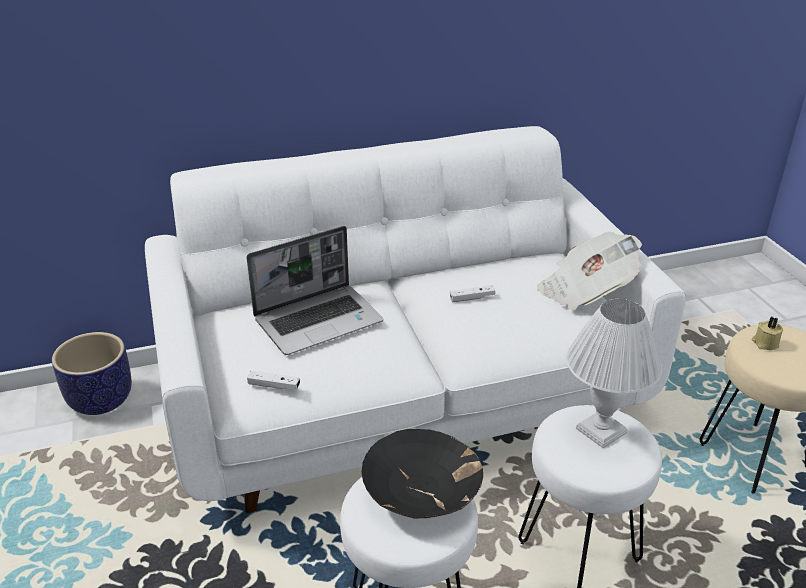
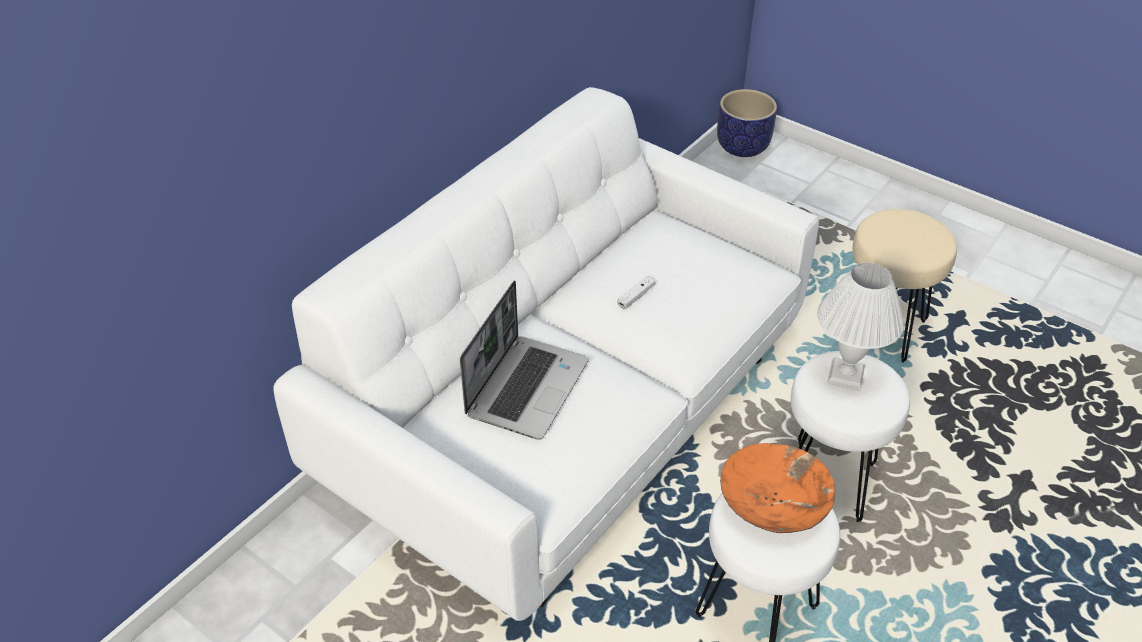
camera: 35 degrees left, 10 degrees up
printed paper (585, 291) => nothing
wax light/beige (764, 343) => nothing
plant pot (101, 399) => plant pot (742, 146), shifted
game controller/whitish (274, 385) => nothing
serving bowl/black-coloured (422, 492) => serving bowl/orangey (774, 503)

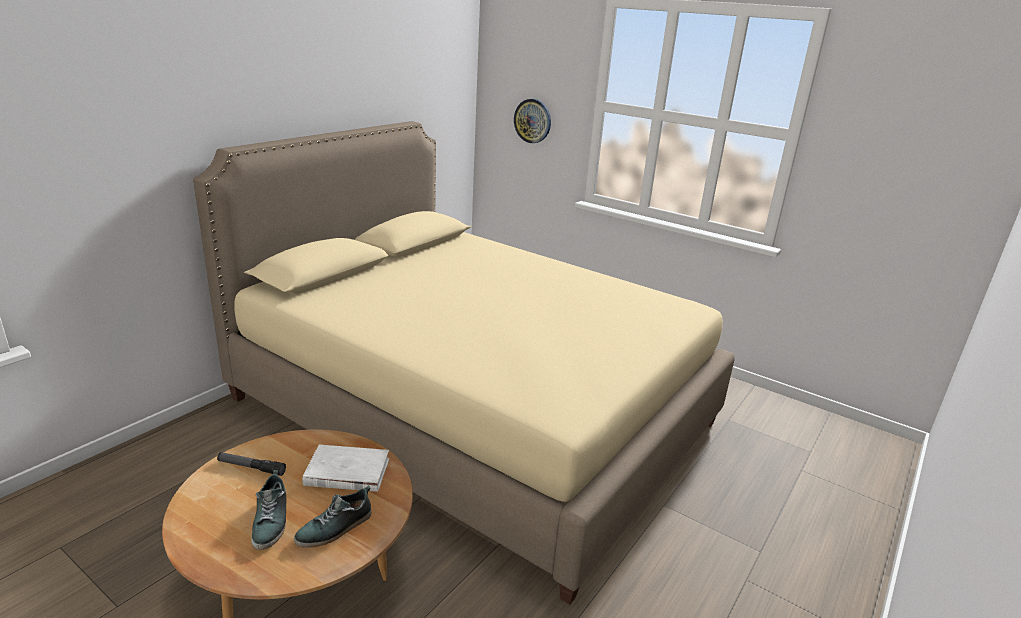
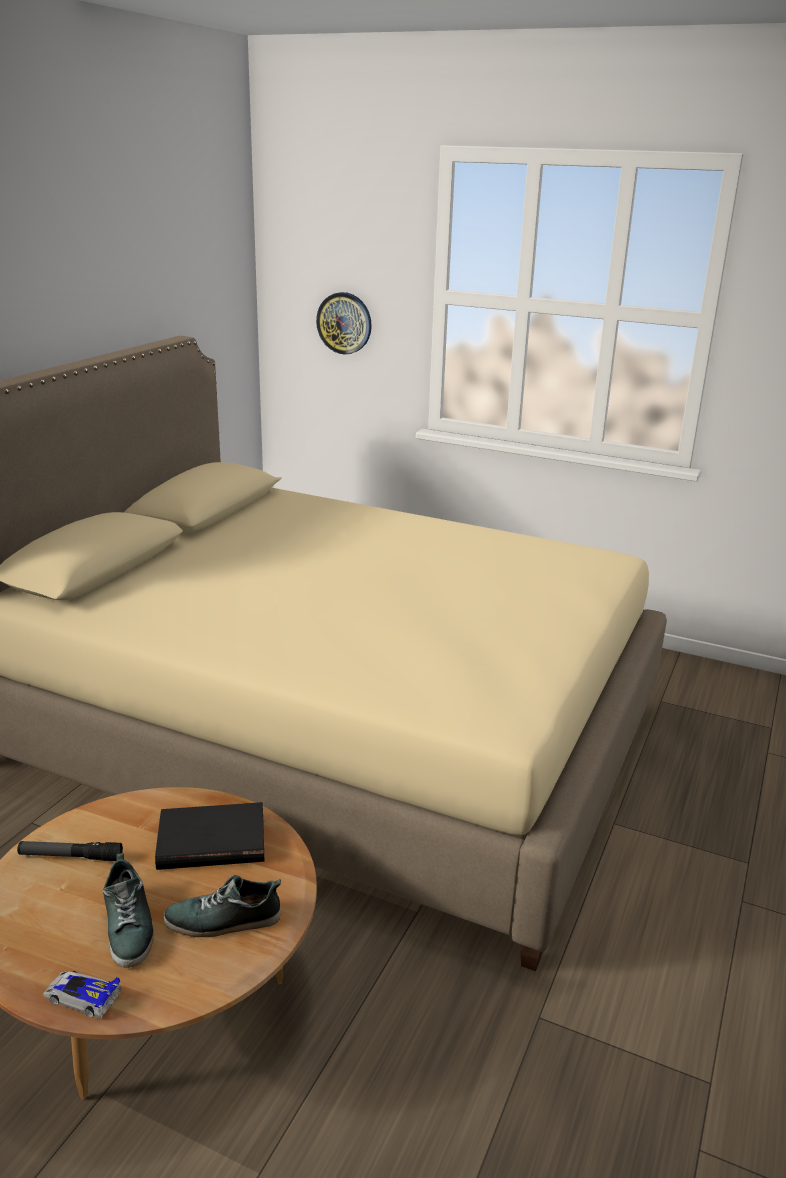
camera: 10 degrees left, 0 degrees up
bound book/whitish (347, 472) => bound book/black-coloured (210, 842)
item of footwear (335, 528) => item of footwear (223, 920), 45 degrees clockwise
nothing => toy car (81, 996)

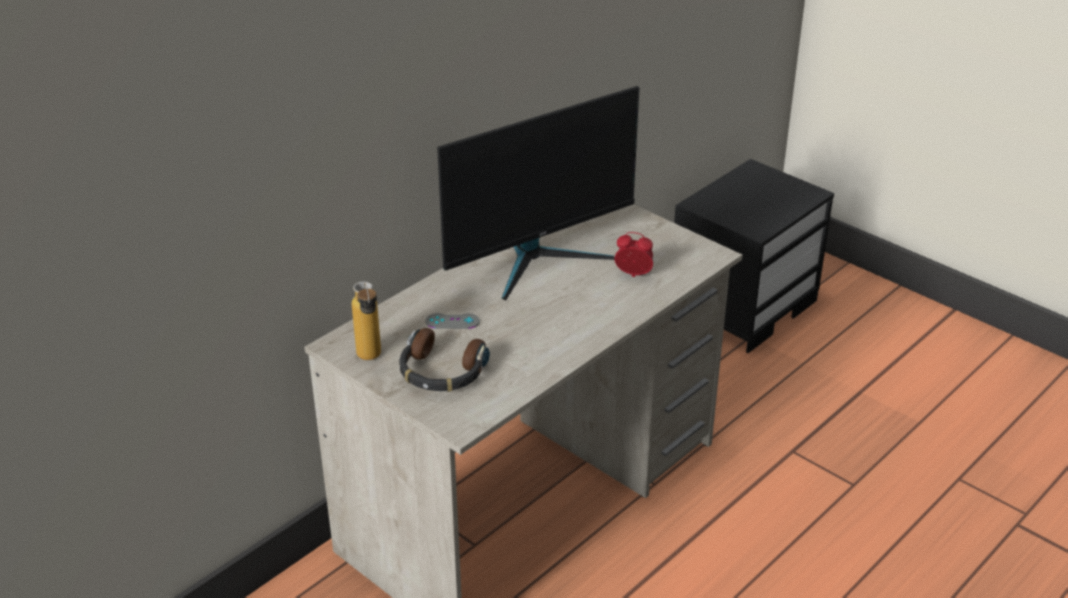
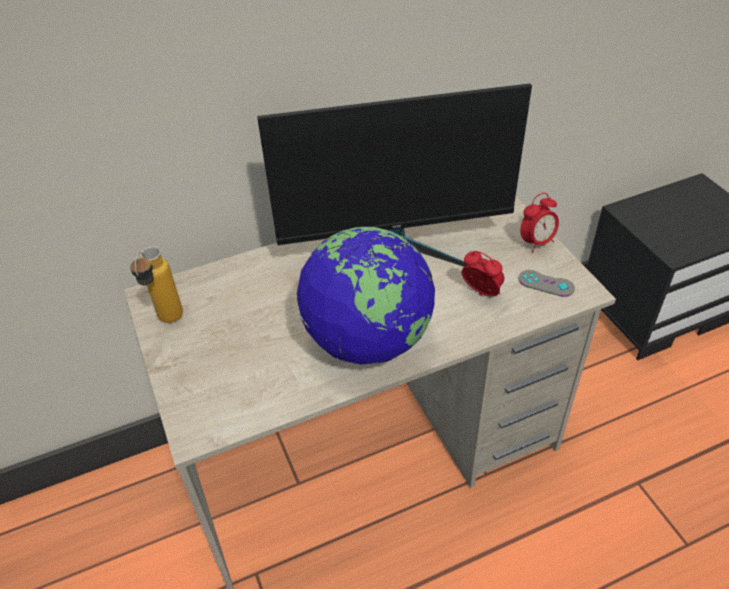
camera: 25 degrees right, 10 degrees up
game controller/grey (452, 321) => game controller/grey (546, 283), shifted
pair of headphones (441, 372) => nothing
nothing => table clock (536, 242)
nothing => globe (368, 340)

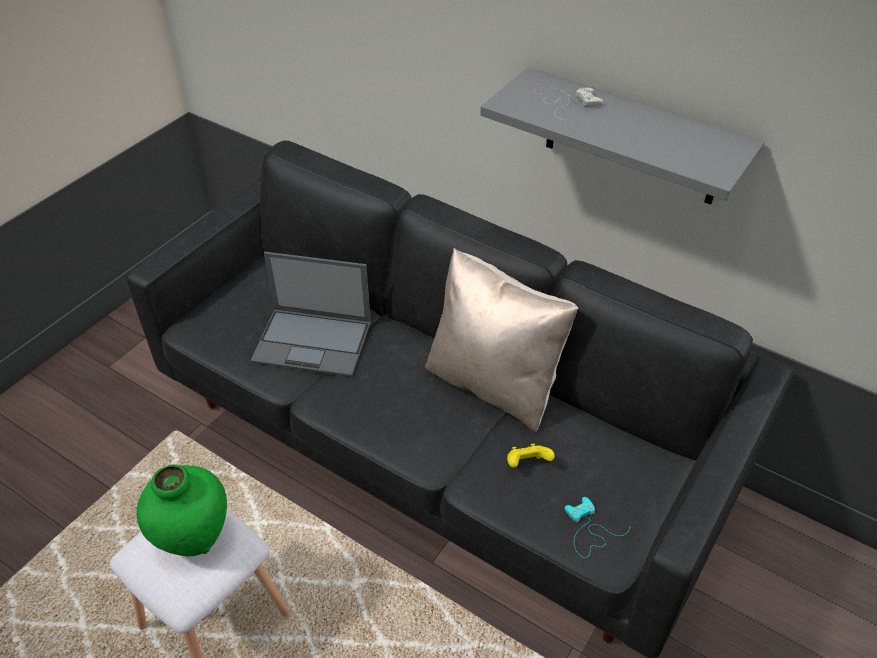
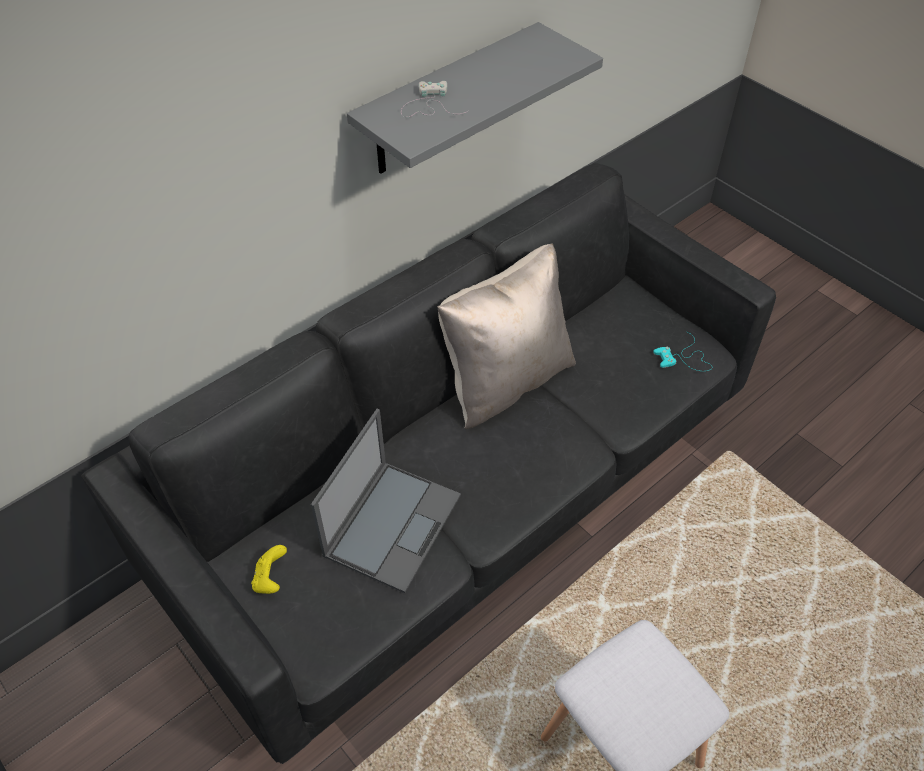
camera: 75 degrees left, 5 degrees up
game controller/yellowish (527, 464) => game controller/yellowish (271, 579), shifted
vase/green-coloured (194, 537) => nothing

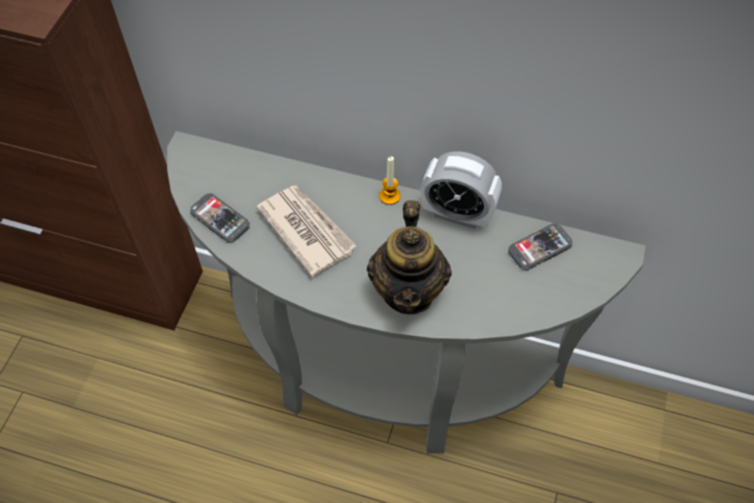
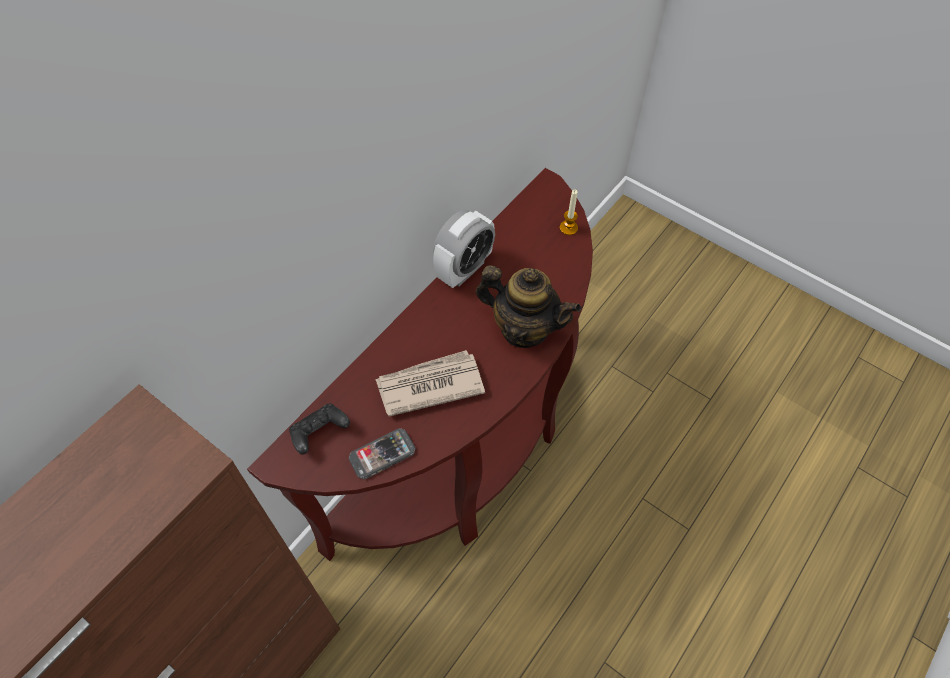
camera: 70 degrees left, 0 degrees up
narrow table/grey (380, 373) => narrow table/brown-coloured (465, 454)
wax light (390, 196) => wax light (568, 228), shifted
handset (539, 248) => nothing
nothing => game controller/black-coloured (319, 433)

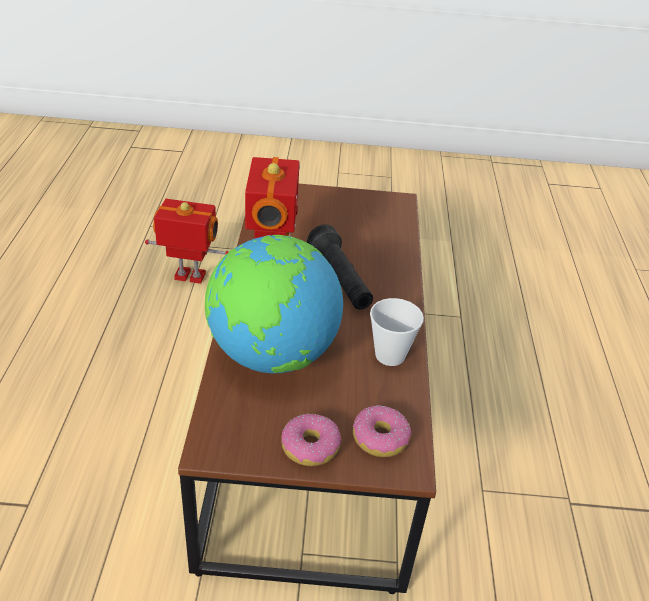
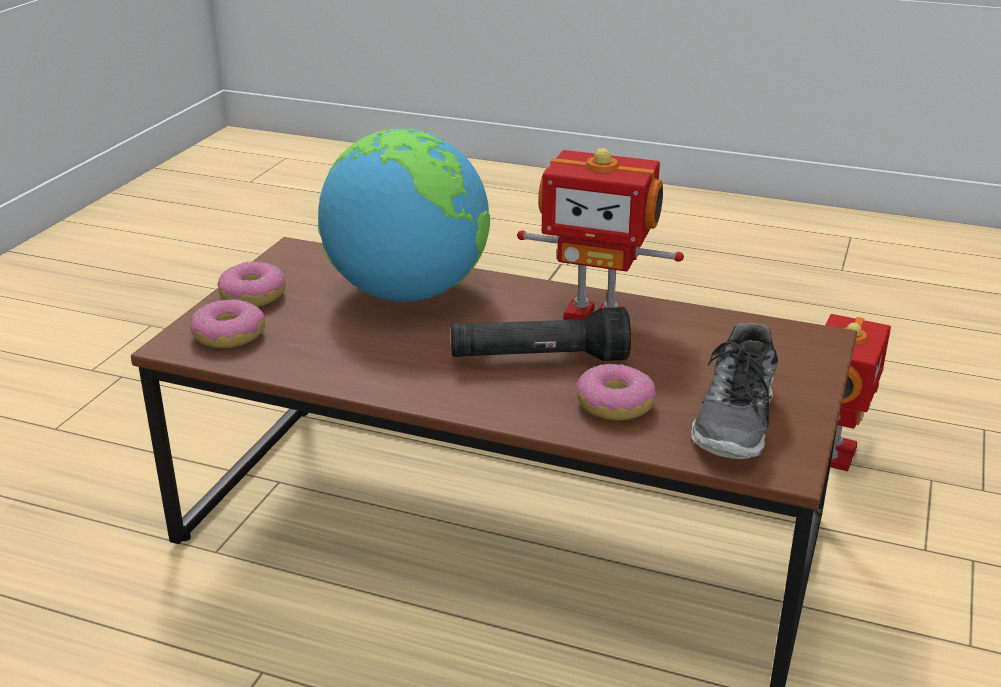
camera: 110 degrees right, 10 degrees down
small cup (390, 355) => nothing
nothing => item of footwear (736, 421)
nothing => doughnut (615, 405)

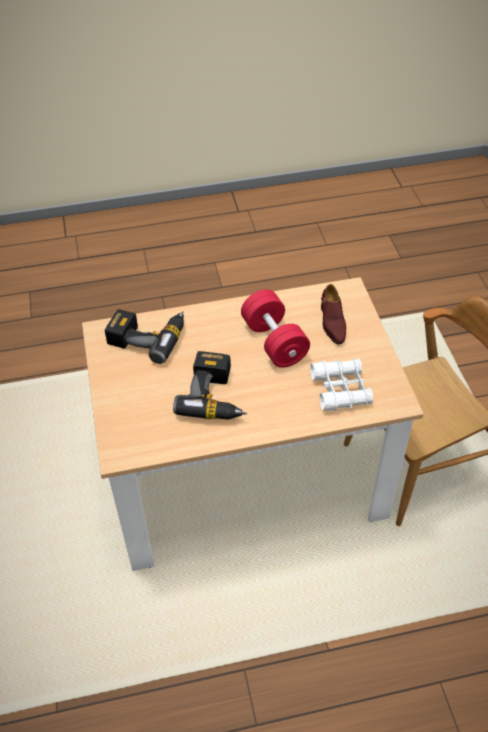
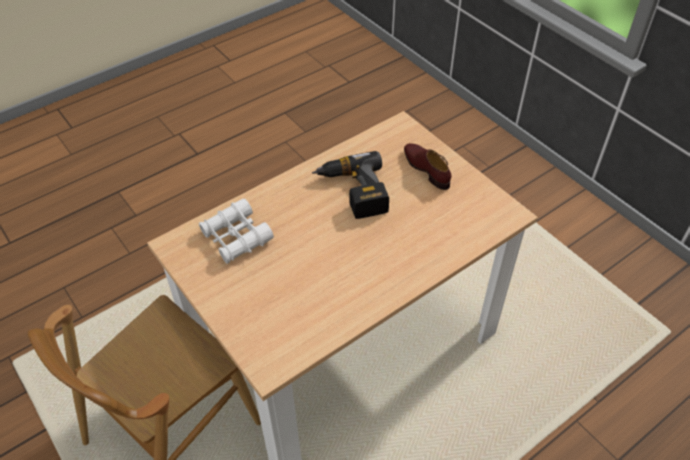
camera: 155 degrees right, 0 degrees up
item of footwear/brown-coloured (332, 322) => item of footwear/brown-coloured (426, 169), shifted
dumbbell/reddish (274, 342) => nothing
electric drill (148, 336) => nothing

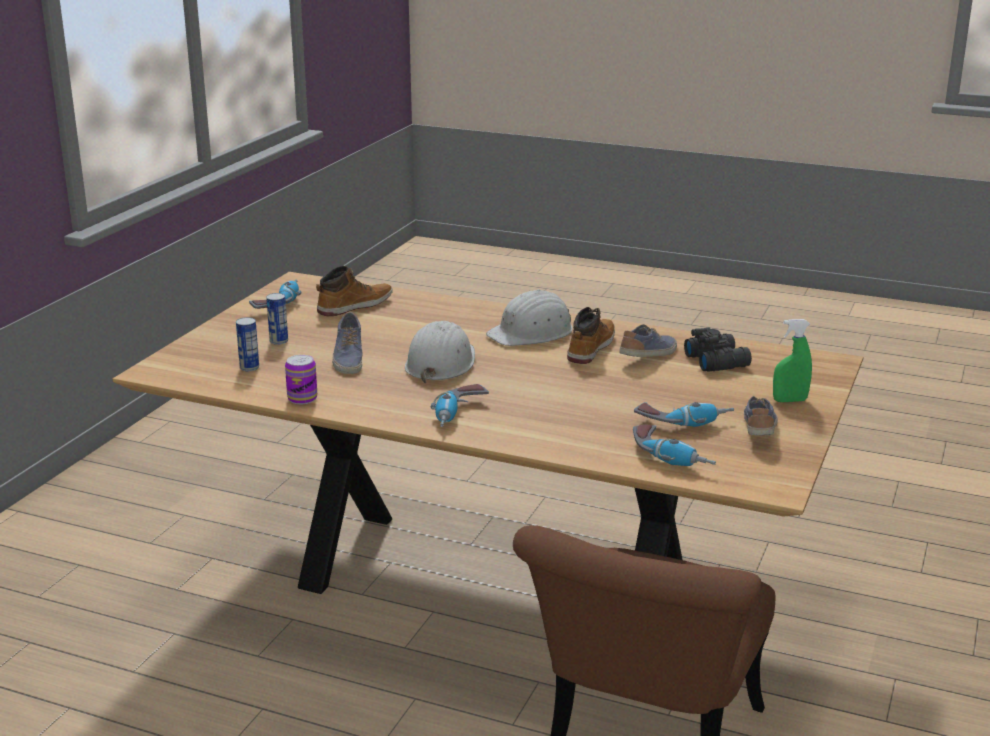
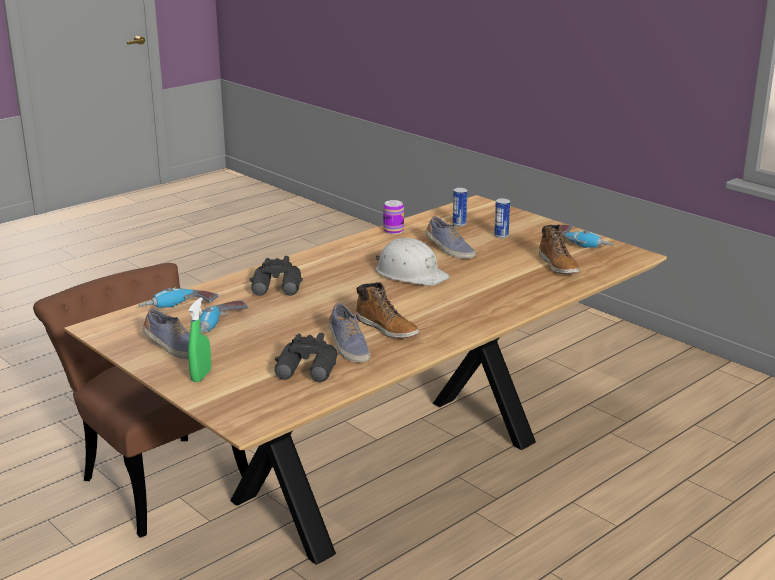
camera: 115 degrees right, 0 degrees up
work helmet/whitish (532, 332) => nothing
item of footwear (348, 358) => item of footwear (449, 250), 150 degrees counterclockwise
electric drill (459, 416) => nothing
nothing => field glasses/black-coloured (277, 289)

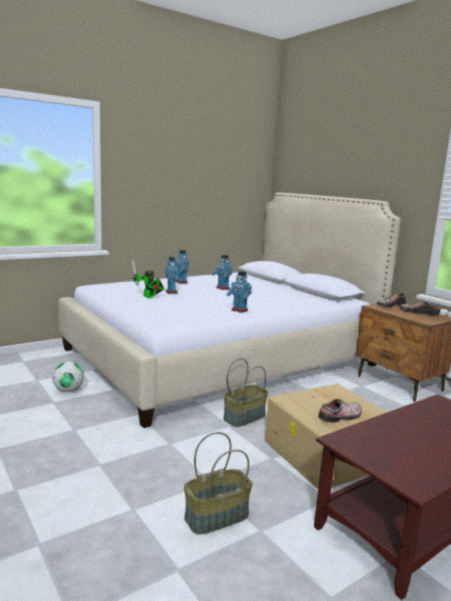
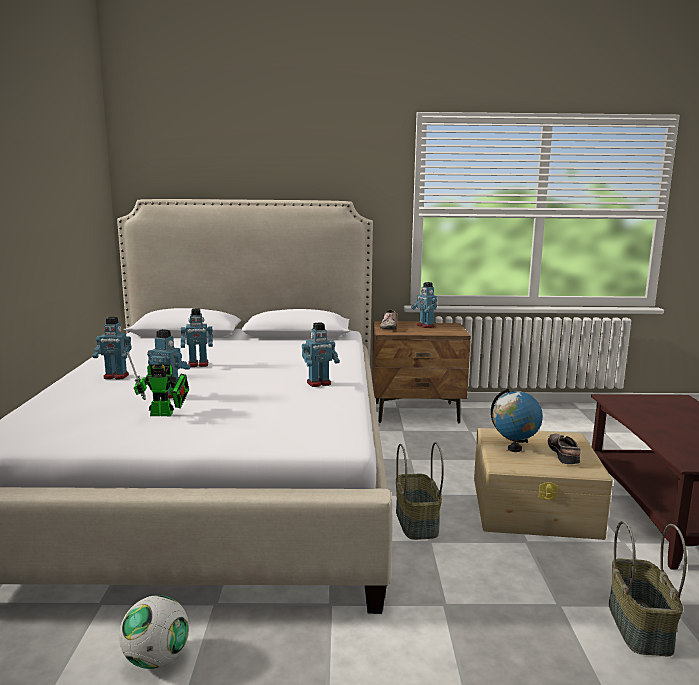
camera: 55 degrees left, 0 degrees up
item of footwear (419, 312) => model robot (425, 326)
nothing => globe (514, 449)

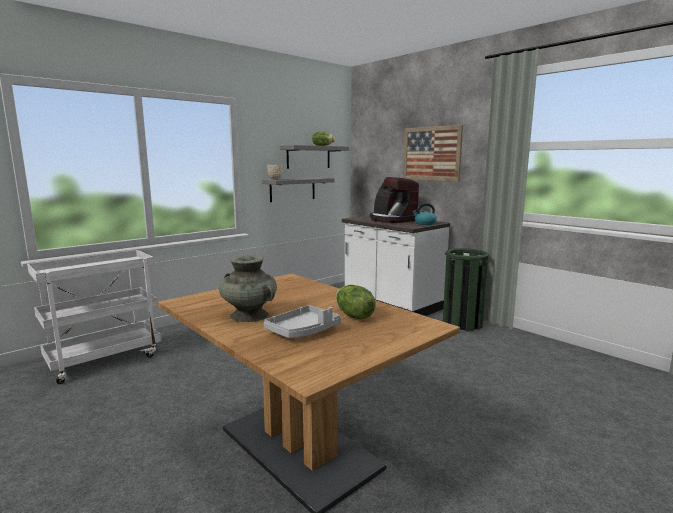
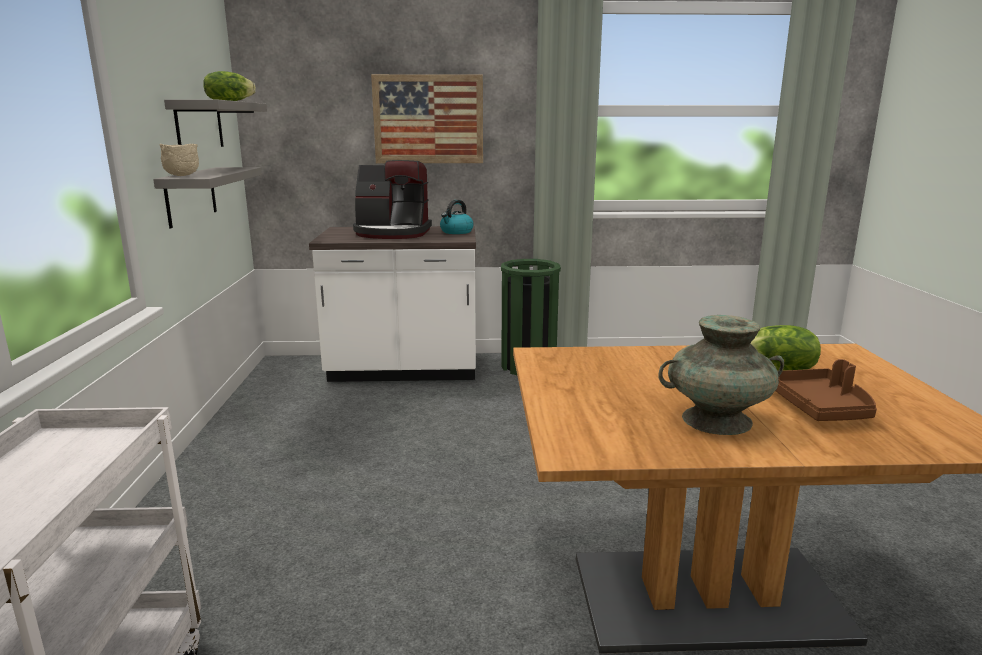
camera: 50 degrees left, 5 degrees up
serving tray/grey (303, 331) => serving tray/brown-coloured (820, 407)

